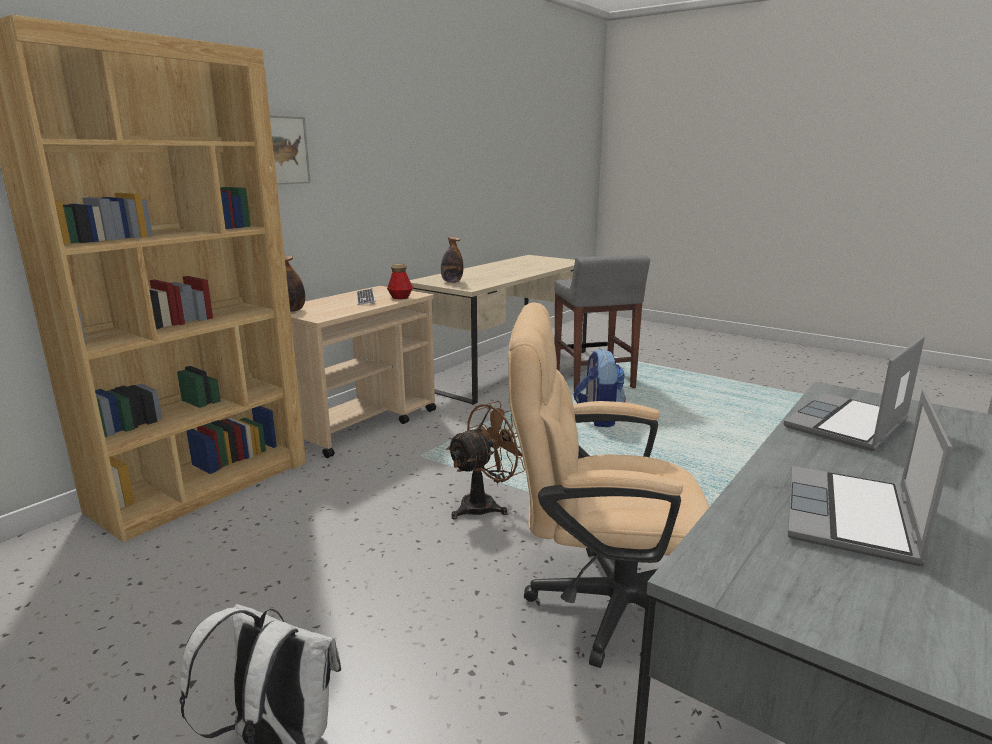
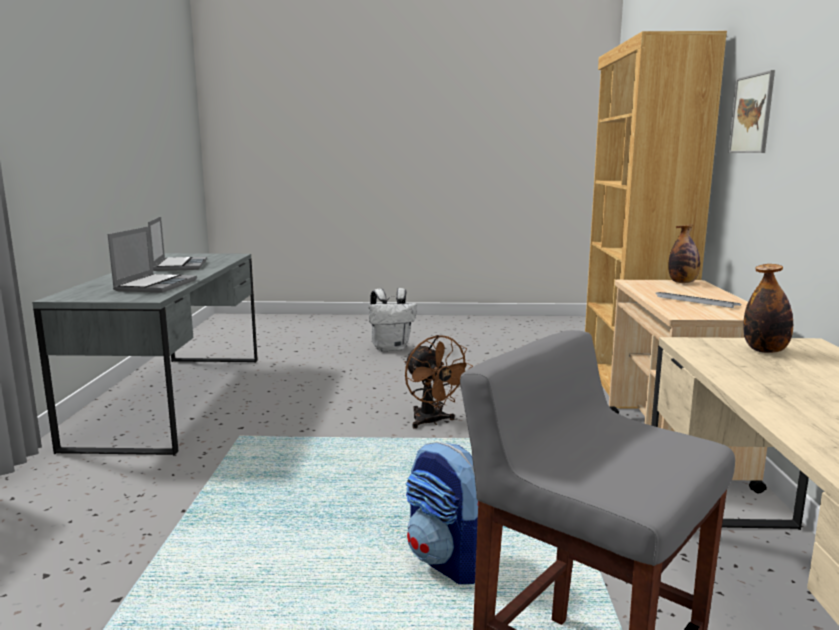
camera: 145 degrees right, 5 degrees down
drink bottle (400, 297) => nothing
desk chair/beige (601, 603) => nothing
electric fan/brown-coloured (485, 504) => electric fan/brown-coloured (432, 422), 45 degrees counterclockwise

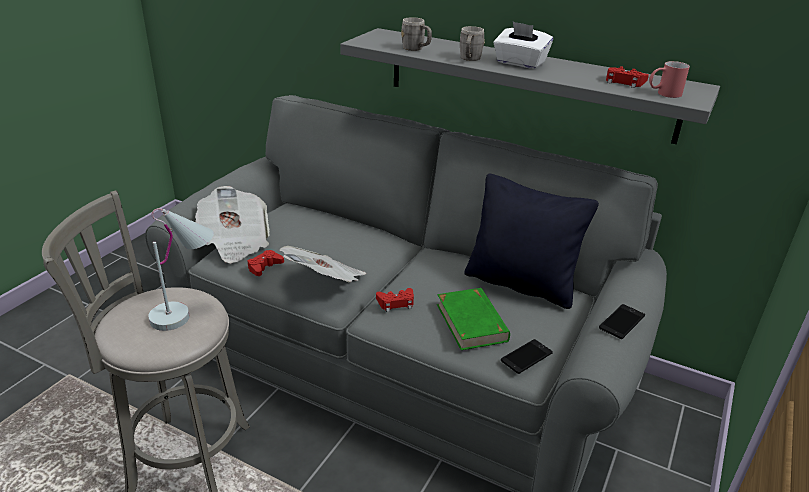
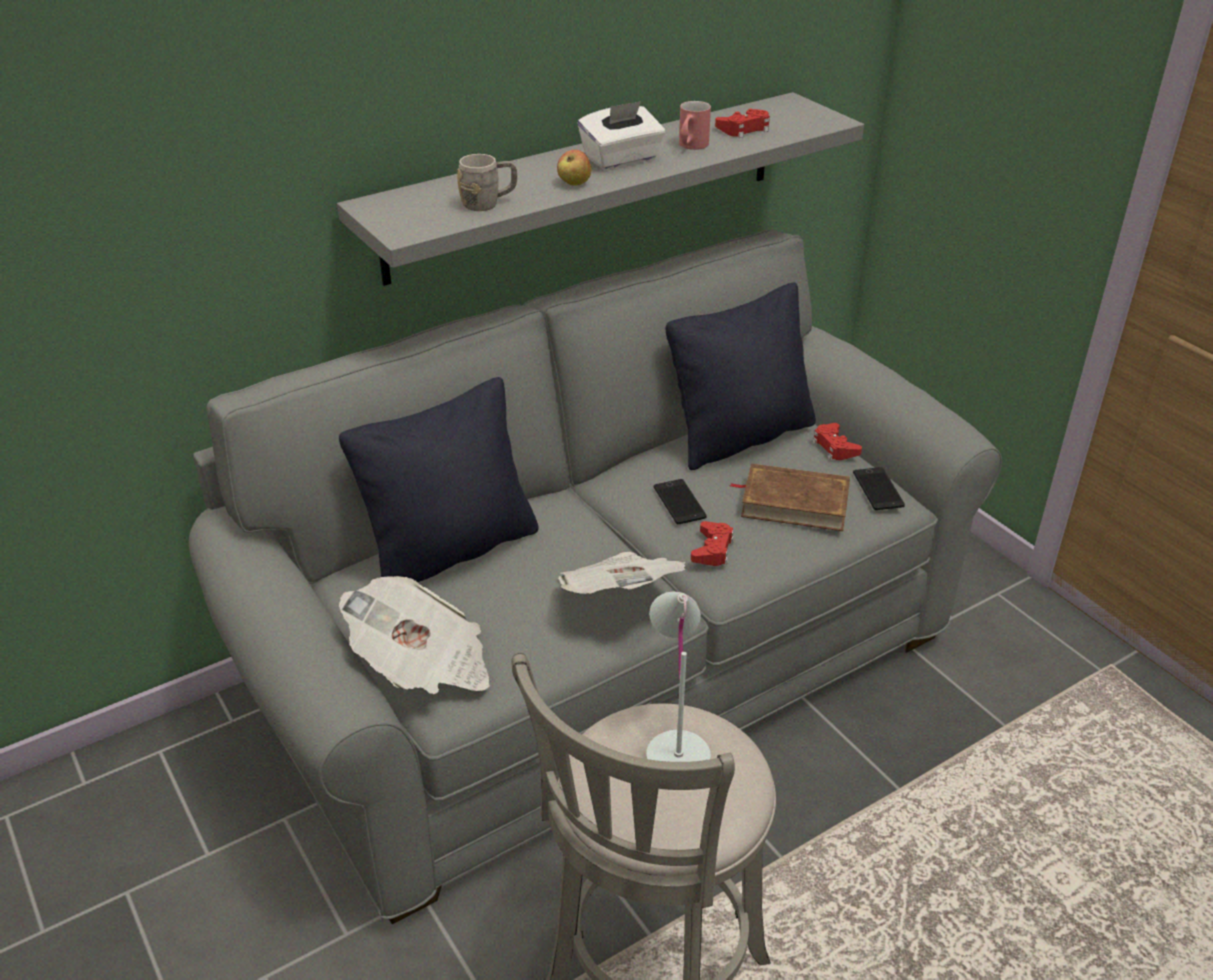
camera: 60 degrees left, 5 degrees up
mug/grey (469, 59) => apple fruit (574, 183)
mug/reddish (663, 94) => mug/reddish (691, 147), shifted
game controller/reddish (264, 267) => game controller/reddish (835, 447), shifted
bound book/green-coloured (472, 322) => bound book/brown-coloured (794, 503)
handset (622, 322) => handset (679, 502), shifted
nothing => pillow/black-coloured (451, 550)

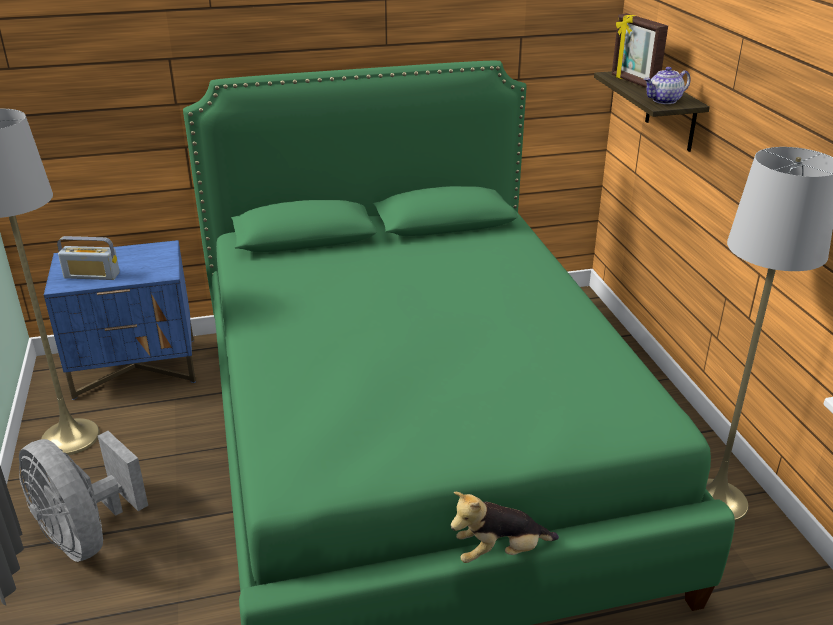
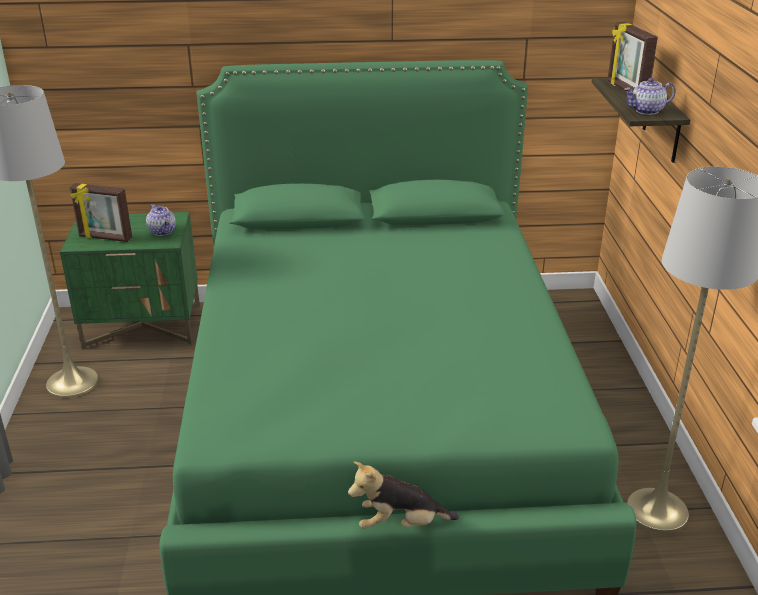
camera: 10 degrees right, 0 degrees up
radio receiver (92, 275) => standing frame (105, 238)
bedside table/bluish (136, 368) => bedside table/green-coloured (143, 326)
electric fan/grey (86, 535) => nothing
nothing => teapot (162, 231)

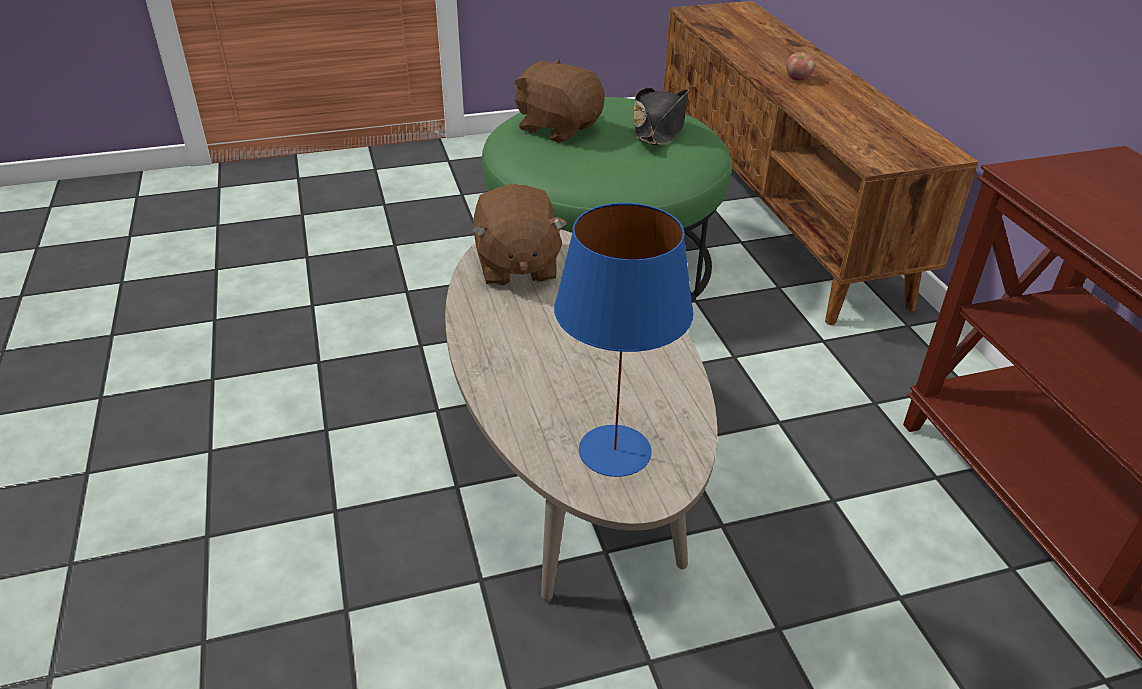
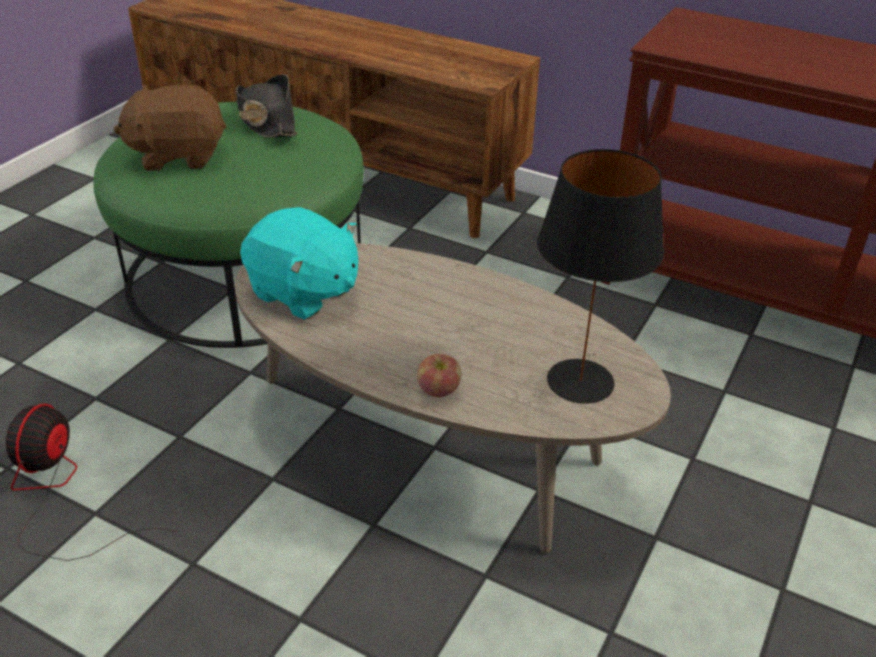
camera: 45 degrees left, 0 degrees up
apple fruit (798, 79) => apple fruit (439, 390), shifted
plush toy/brown-coloured (516, 266) => plush toy/blue-green (303, 293)
lamp for a table/bluish (615, 451) => lamp for a table/black-coloured (581, 382)
nothing => electric fan (60, 495)

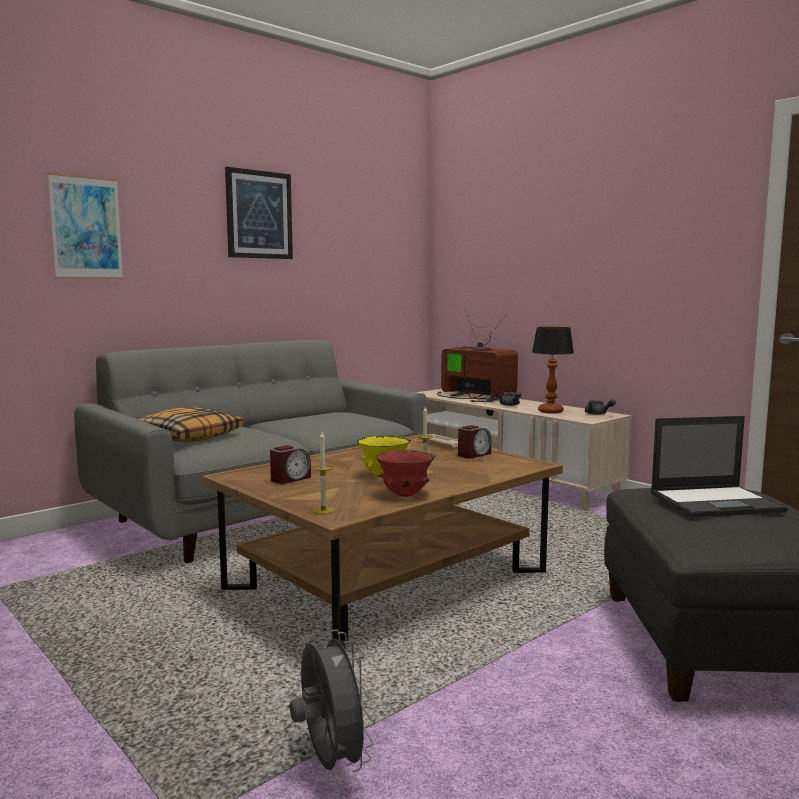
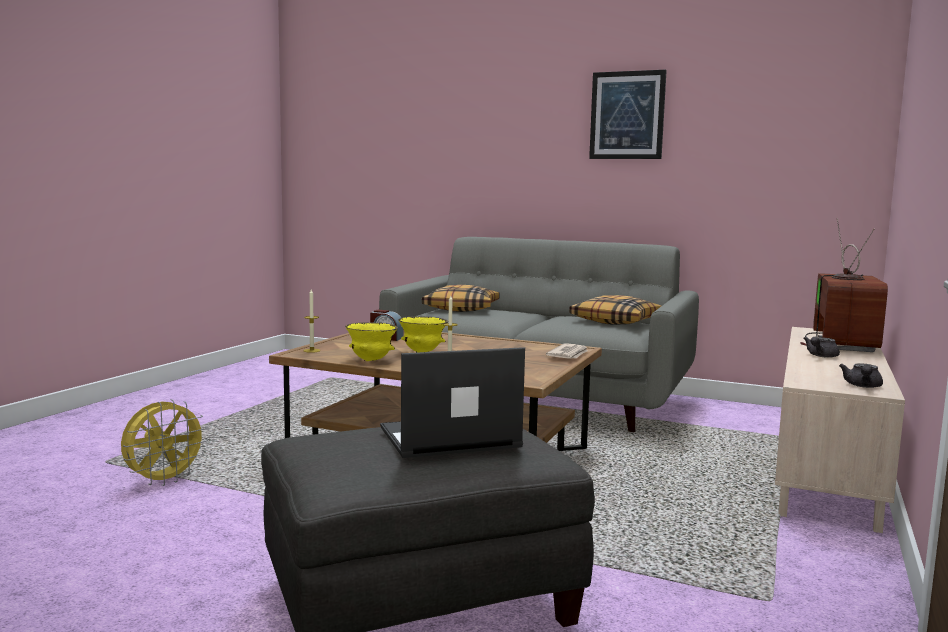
camera: 65 degrees right, 0 degrees up
wall art (86, 228) => nothing
lamp for a table (550, 411) => nothing
notebook computer (716, 502) => notebook computer (447, 437), 105 degrees clockwise
table clock (474, 454) => nothing
serving bowl/reddish (405, 495) => serving bowl/yellowish (371, 360)
electric fan/grey (330, 762) => electric fan/yellowish (164, 481)
nothing => pillow (616, 321)

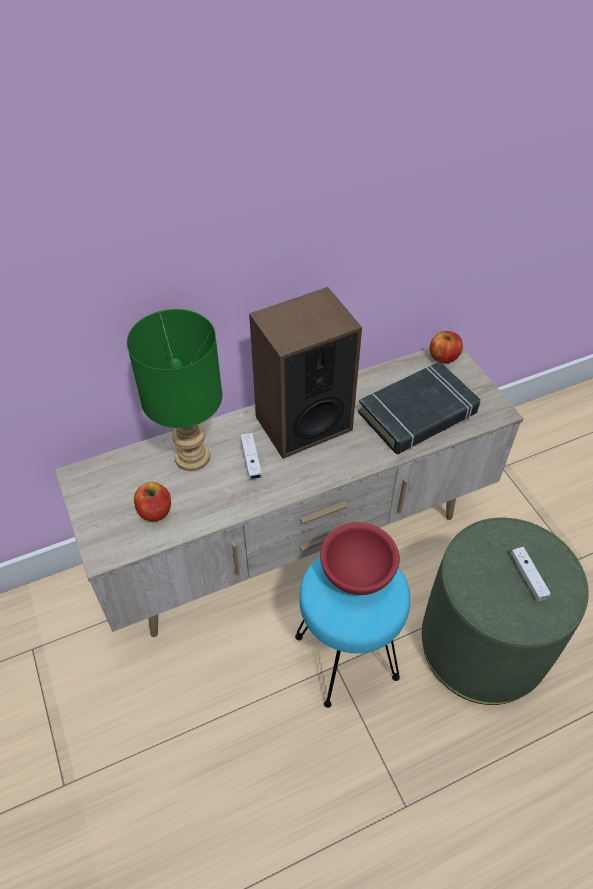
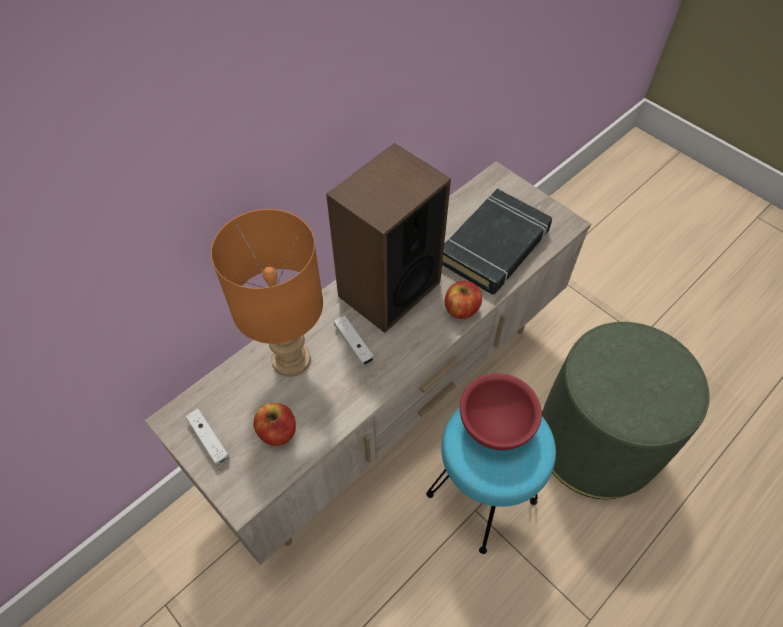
camera: 20 degrees left, 5 degrees up
lamp for a table/green-coloured (192, 456) => lamp for a table/orangey (291, 358)
apple fruit (443, 357) => apple fruit (461, 309), shifted
game controller/whitish (528, 577) => game controller/whitish (209, 440), shifted

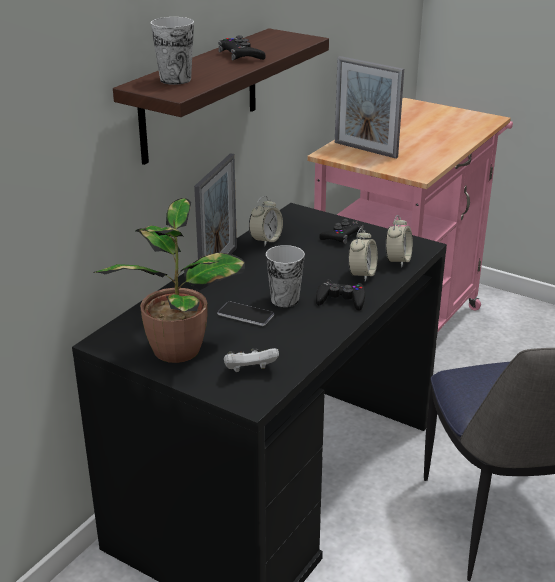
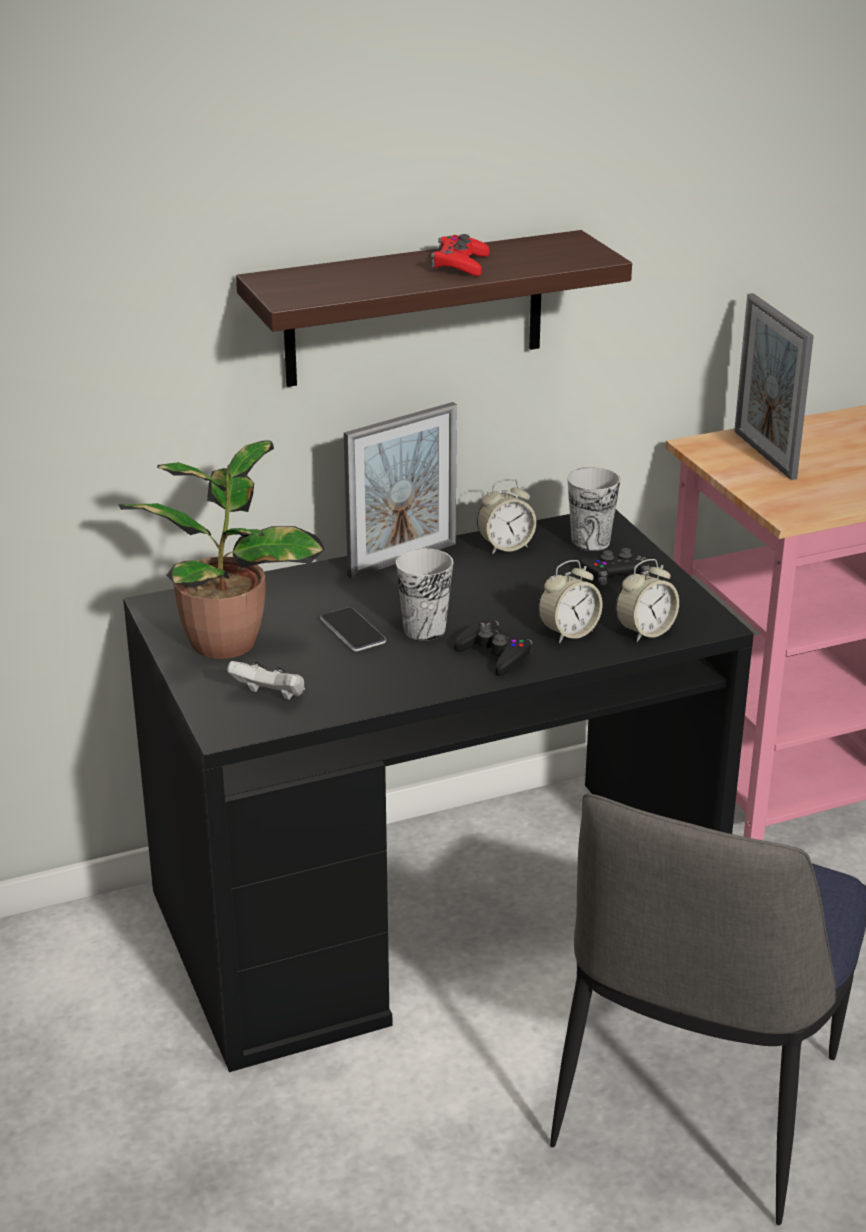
camera: 35 degrees right, 0 degrees up
small cup (175, 79) => small cup (590, 542), shifted
game controller/black-coloured (240, 56) => game controller/reddish (460, 264)

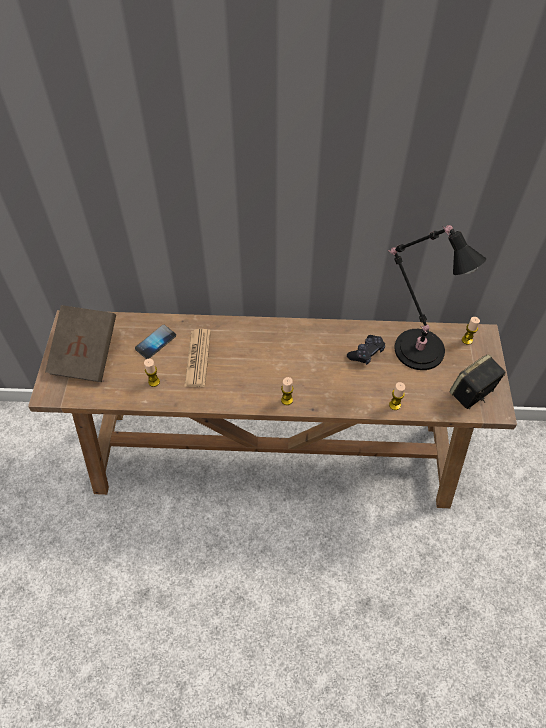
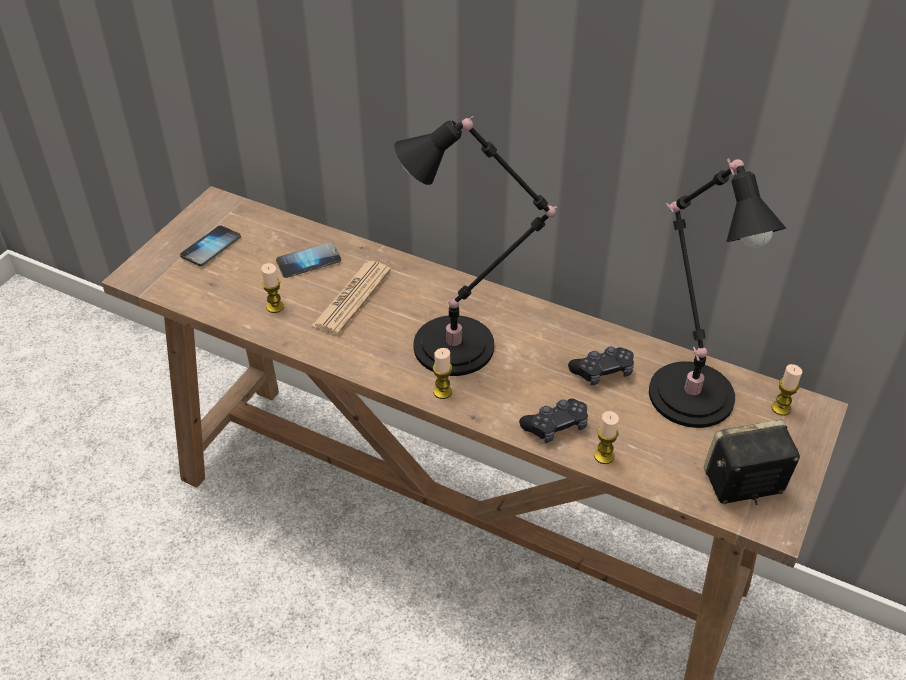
camera: 25 degrees right, 10 degrees down
bound book/brown-coloured (86, 354) => handset (211, 247)
nothing => lamp for a table/black-coloured (461, 346)
nothing => game controller/black-coloured (555, 426)

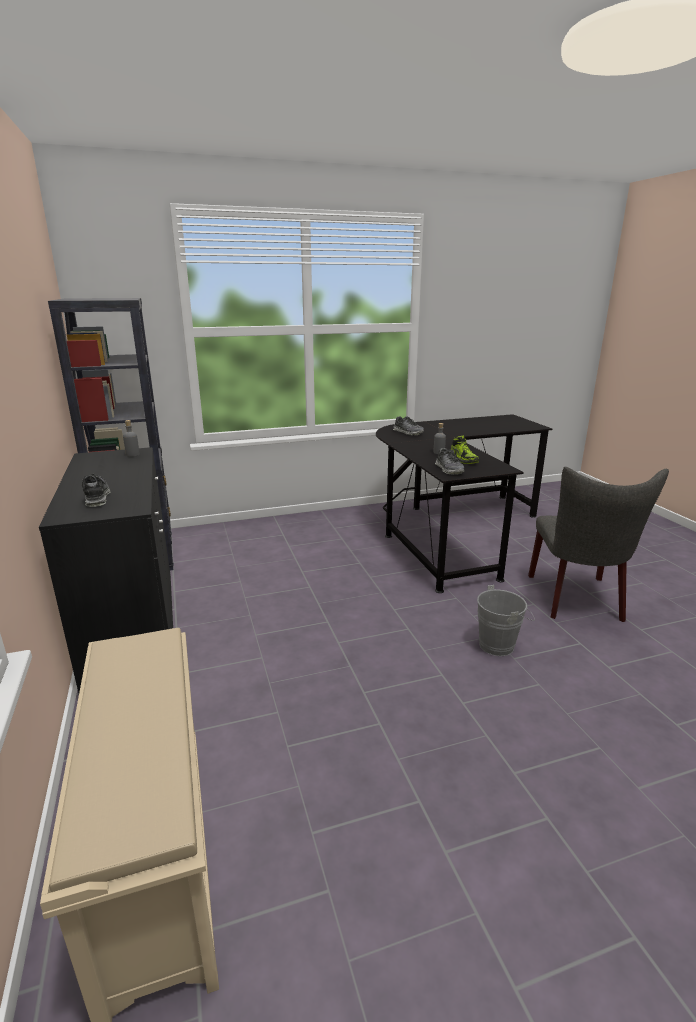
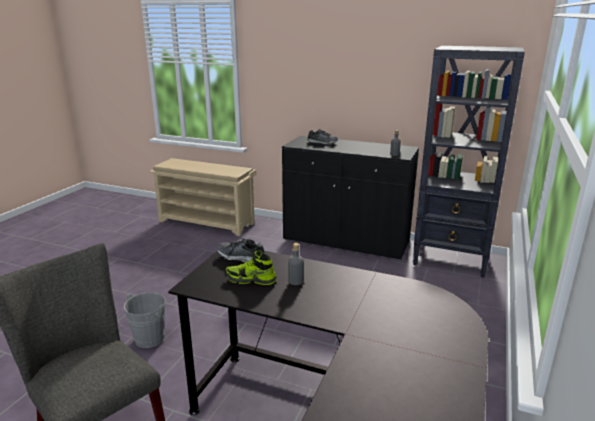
camera: 130 degrees right, 0 degrees up
item of footwear (408, 432) => nothing

